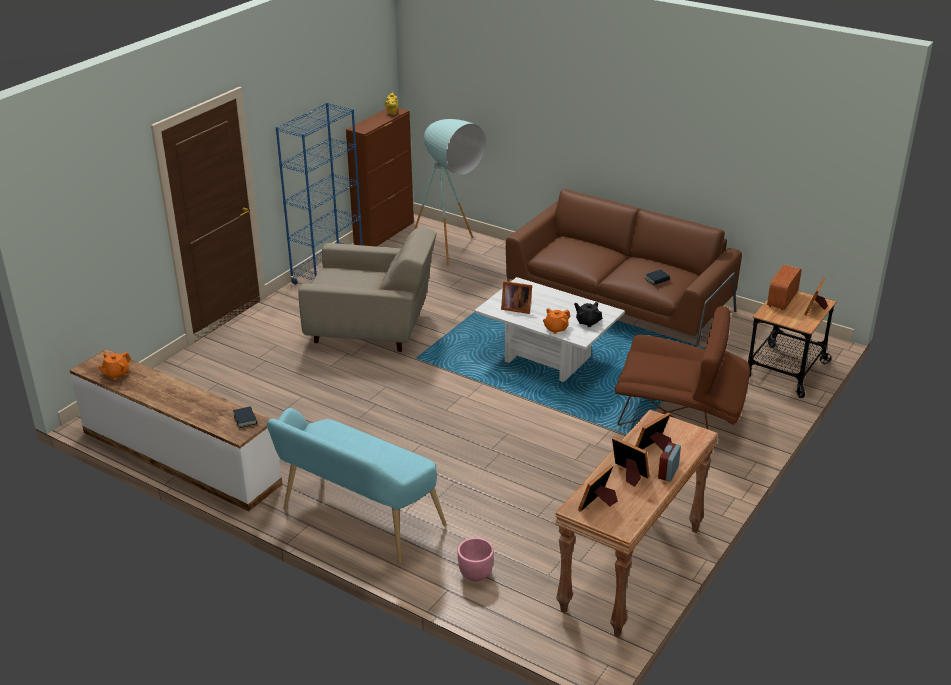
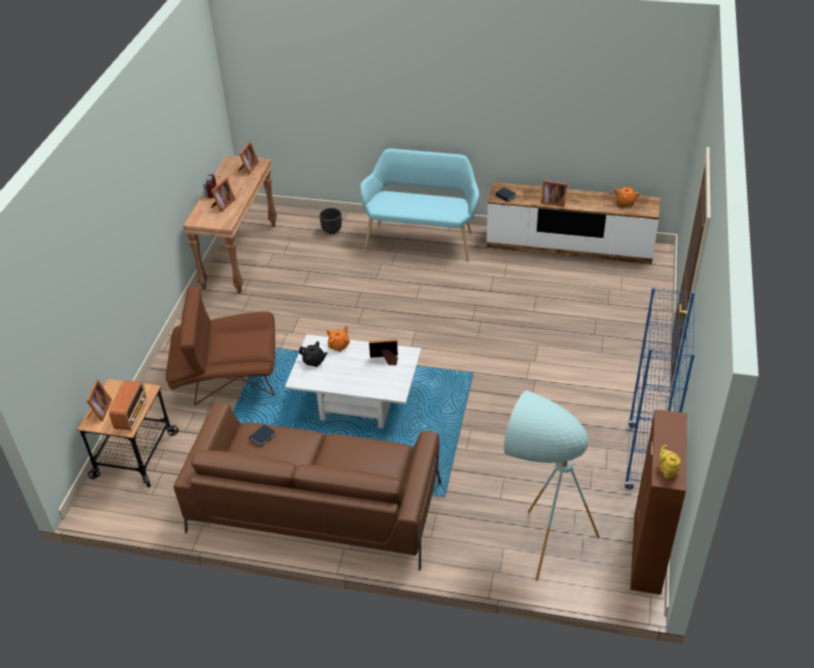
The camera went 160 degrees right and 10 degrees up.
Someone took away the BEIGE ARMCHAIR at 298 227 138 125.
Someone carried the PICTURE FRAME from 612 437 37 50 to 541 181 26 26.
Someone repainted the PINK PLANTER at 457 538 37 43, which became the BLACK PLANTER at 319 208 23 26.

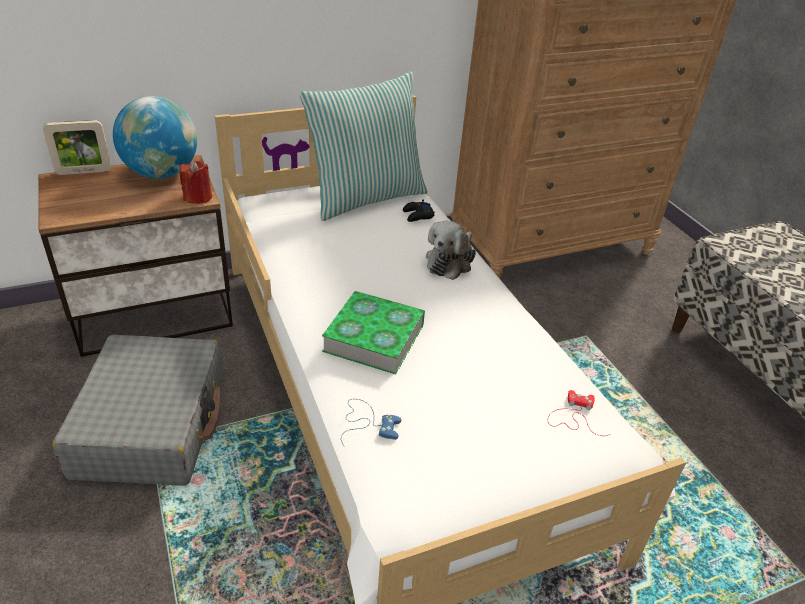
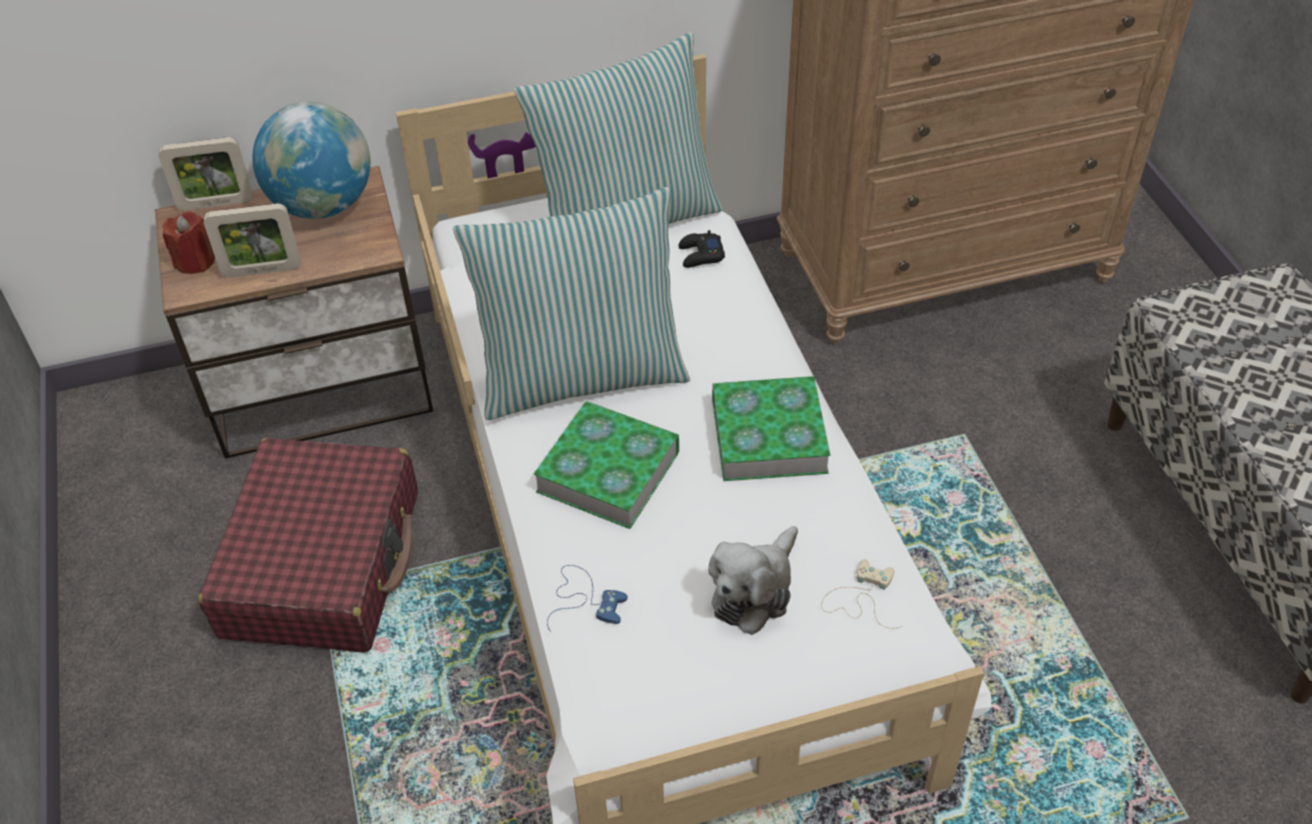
The camera went 10 degrees right and 10 degrees up.
Someone carried the RED CANDLE from 180 160 32 44 to 163 211 52 63.
Someone carried the PLUSH TOY from 426 221 50 59 to 708 526 90 109.
Someone repainted the GREY SUITCASE at 52 334 171 152, which became the RED SUITCASE at 198 438 220 215.
Someone repainted the RED GAME CONTROLLER at 548 390 63 46, which became the BEIGE GAME CONTROLLER at 821 559 81 70.
Someone put down the PILLOW at 453 187 237 233.
Someone put down the PICTURE FRAME at 204 204 97 74.
Someone put down the BOOK at 712 376 119 105.

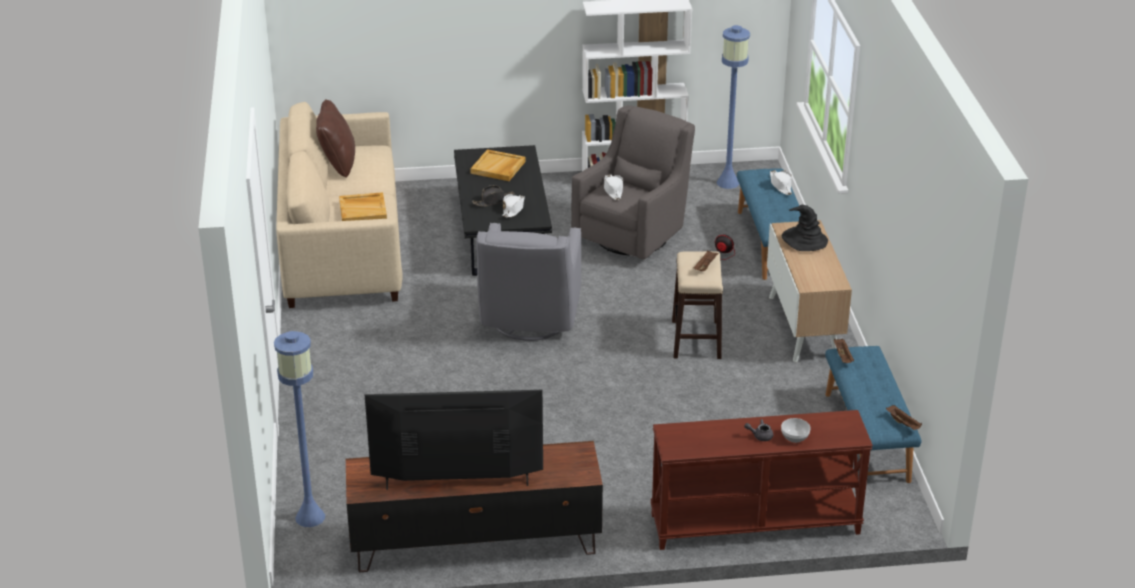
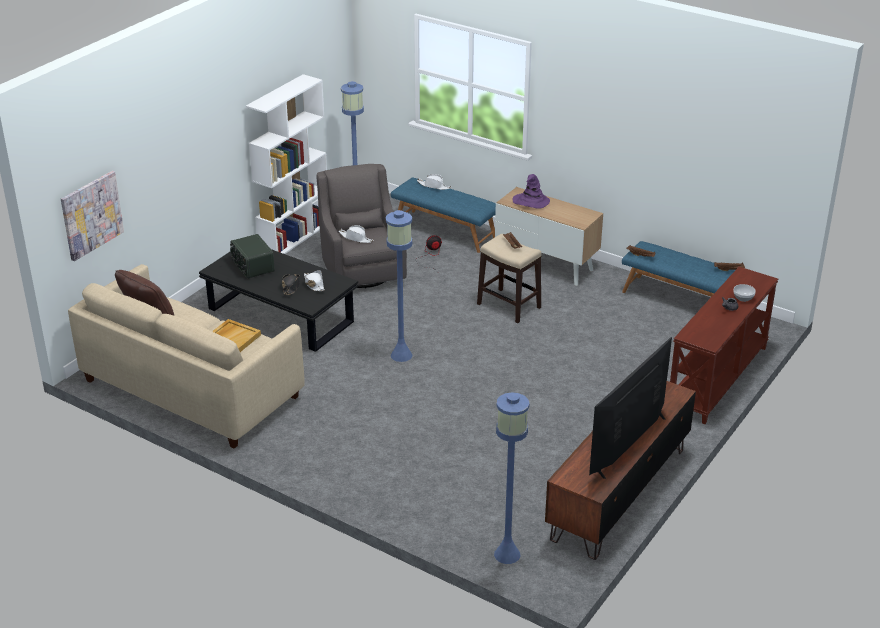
The camera went 50 degrees left and 0 degrees up.
Someone swapped the BEIGE TRAY at 470 149 56 32 for the RADIO at 230 234 45 45.
Someone repainted the BLACK HAT at 782 205 46 46, which became the PURPLE HAT at 513 174 37 35.
Someone swapped the GREY ARMCHAIR at 476 223 105 118 for the BLUE FLOOR LAMP at 386 210 26 152.
Someone put up the PICTURE at 61 171 63 90.

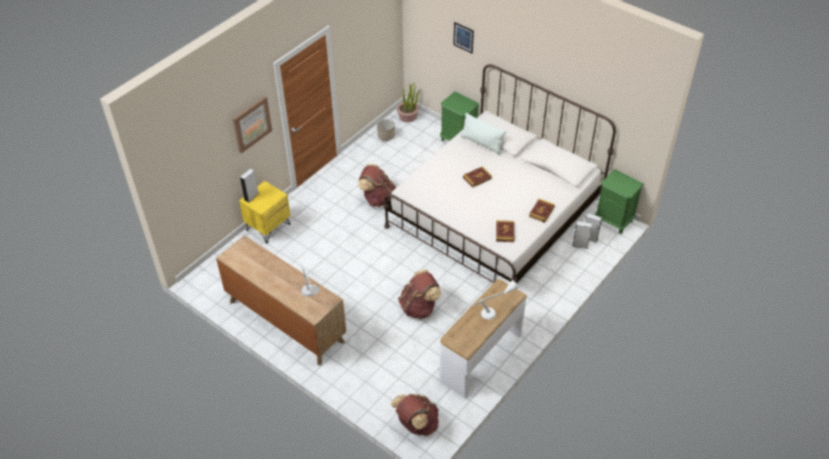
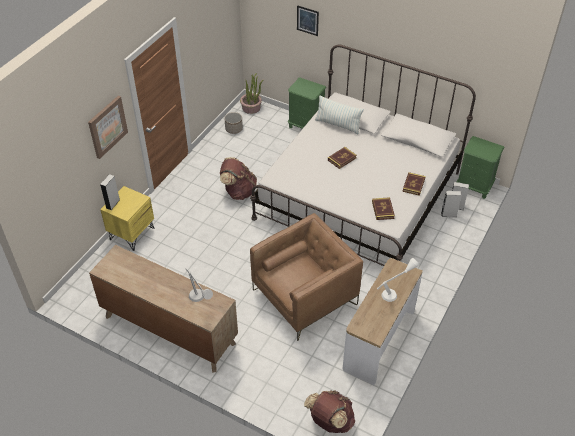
The camera went 10 degrees left and 0 degrees up.
Someone swapped the BROWN BACKPACK at 398 270 43 49 for the BROWN ARMCHAIR at 250 213 113 128.

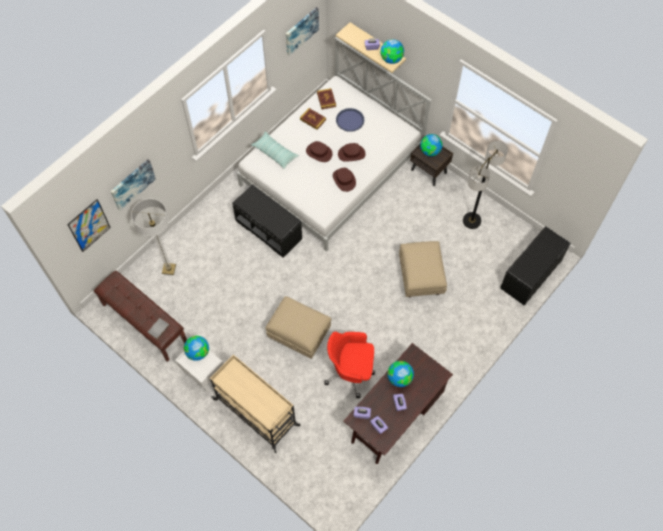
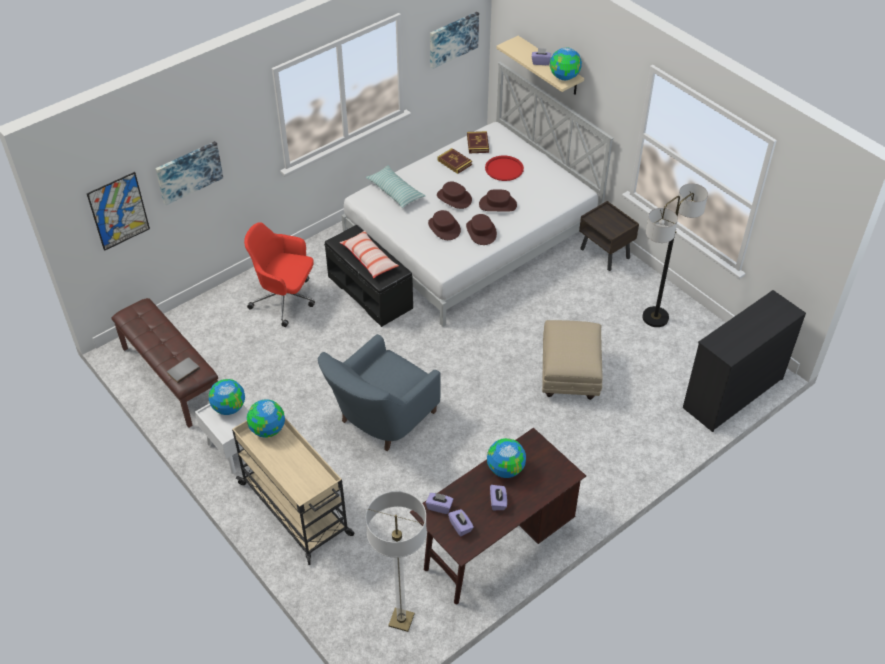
The camera went 10 degrees right and 15 degrees down.
Someone repainted the BLUE TRAY at 336 108 28 24, which became the RED TRAY at 485 156 39 25.
Someone carried the GLOBE from 420 134 23 23 to 247 399 38 39.
Someone carried the FLOOR LAMP from 131 199 45 76 to 365 491 62 141.
Someone swapped the BLACK BENCH at 500 226 70 79 for the BLACK DRESSER at 683 290 123 142.
Someone swapped the BEIGE OTTOMAN at 265 296 66 63 for the BLUE ARMCHAIR at 318 334 123 117.
Someone carried the RED OFFICE CHAIR from 324 332 51 66 to 244 222 71 105.
Someone put down the BROWN HAT at 428 210 33 30.
Someone put down the PILLOW at 339 231 60 47.

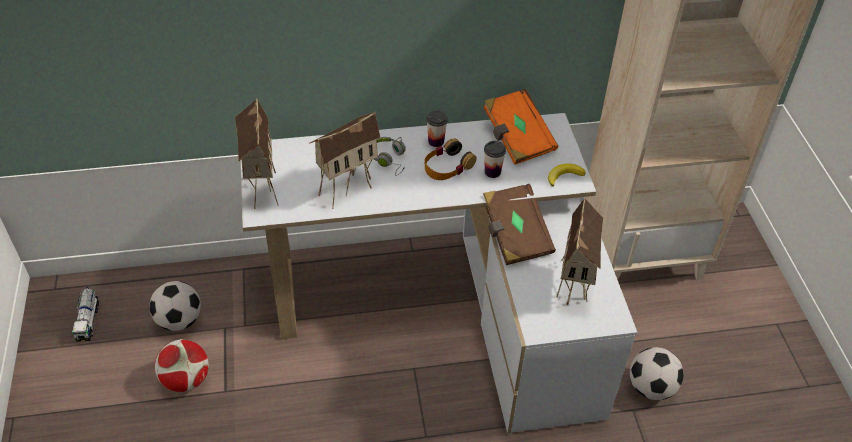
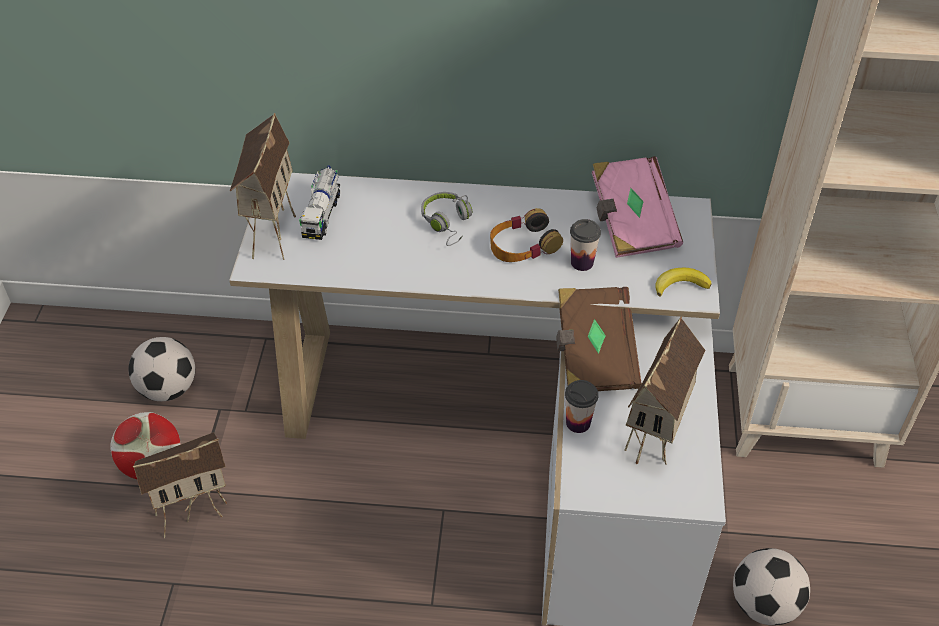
The camera went 15 degrees right and 0 degrees up.
Someone repainted the ORANGE BOOK at 483 89 75 76, which became the PINK BOOK at 592 156 91 102.
Someone carried the CUP from 426 110 22 37 to 565 380 34 53.
Someone carried the TOY HOUSE from 309 112 71 97 to 133 432 94 106.
Someone carried the TOY TRUCK from 72 287 27 55 to 299 165 41 75.

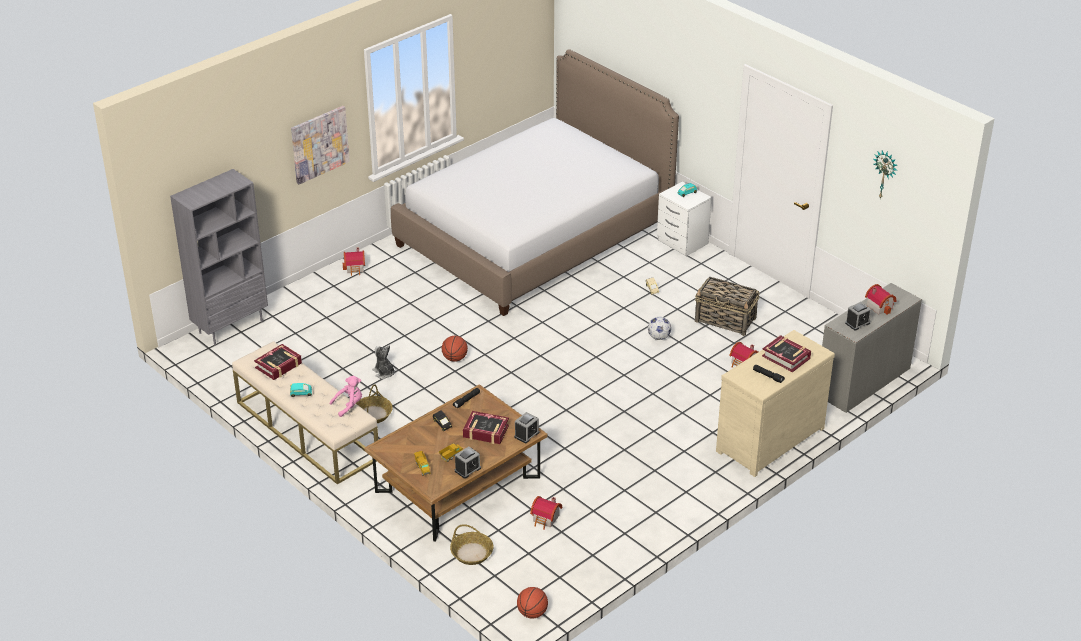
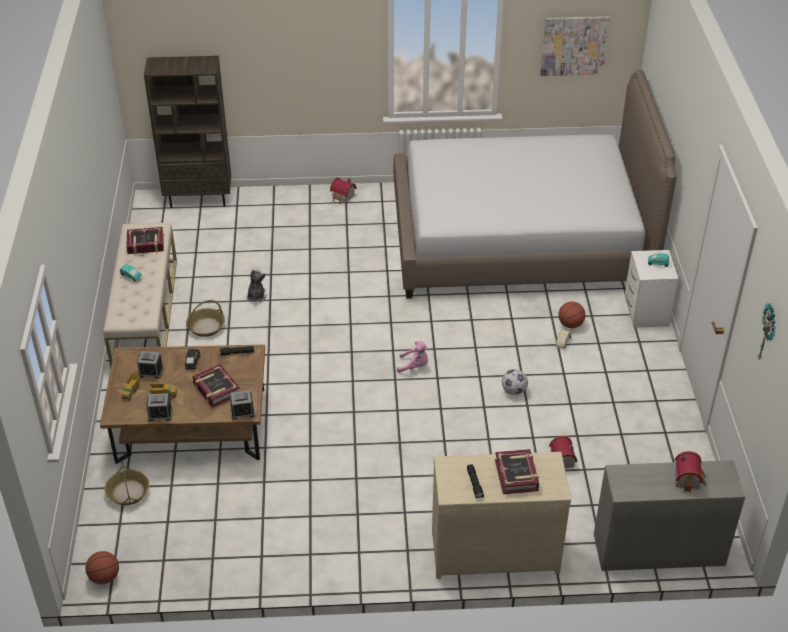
The camera went 40 degrees right and 5 degrees up.
Someone carried the PICTURE from 291 106 59 78 to 540 16 70 60.
Someone repainted the GREY BOOKCASE at 170 169 98 176, which became the BROWN BOOKCASE at 144 56 87 152.
Someone took away the BASKET at 695 277 64 59.
Someone carried the ALARM CLOCK from 845 302 26 28 to 137 351 27 28.
Someone carried the BASKETBALL from 442 336 26 26 to 558 301 27 27.
Someone carried the PINK PLUSH TOY from 330 376 32 41 to 397 341 31 32.
Someone took away the TOY HOUSE at 530 496 32 34.

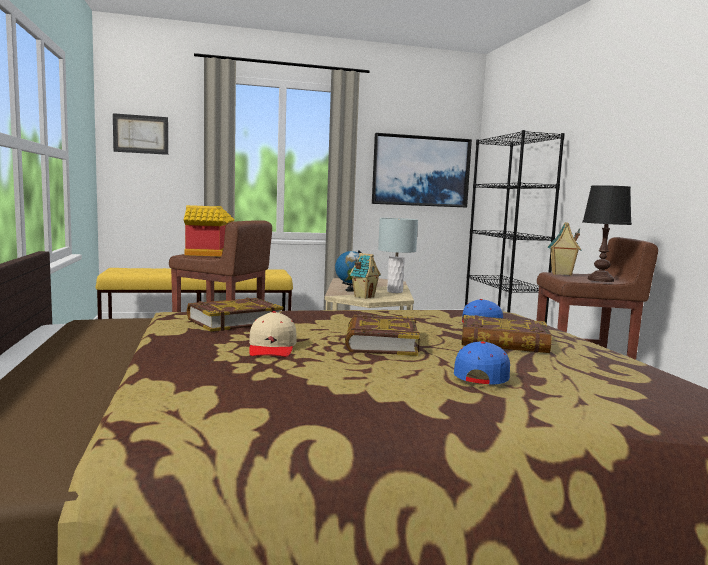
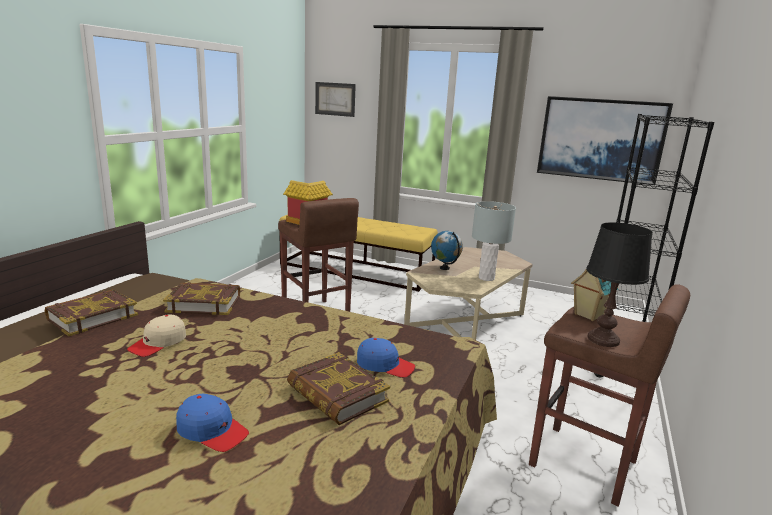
The camera went 35 degrees right and 10 degrees up.
Someone took away the TOY HOUSE at 349 253 32 46.
Someone carried the BOOK from 345 314 75 42 to 45 289 93 47.
Someone rotated the BLUE CAP at 454 341 56 44 by 60 degrees clockwise.

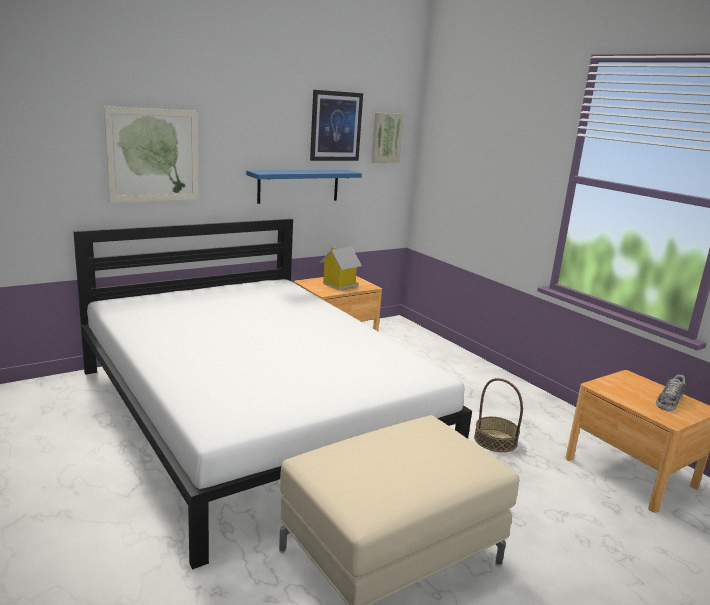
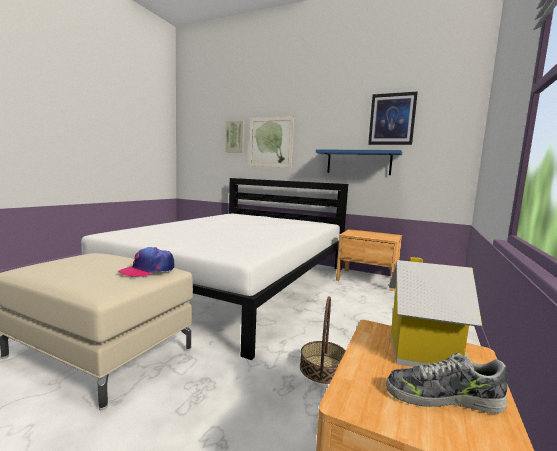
The camera went 60 degrees right and 10 degrees down.
Someone carried the PICTURE from 371 113 33 50 to 225 121 20 31.
Someone carried the TOY HOUSE from 320 246 42 44 to 389 257 93 110.
Someone put down the CAP at 118 247 56 30.

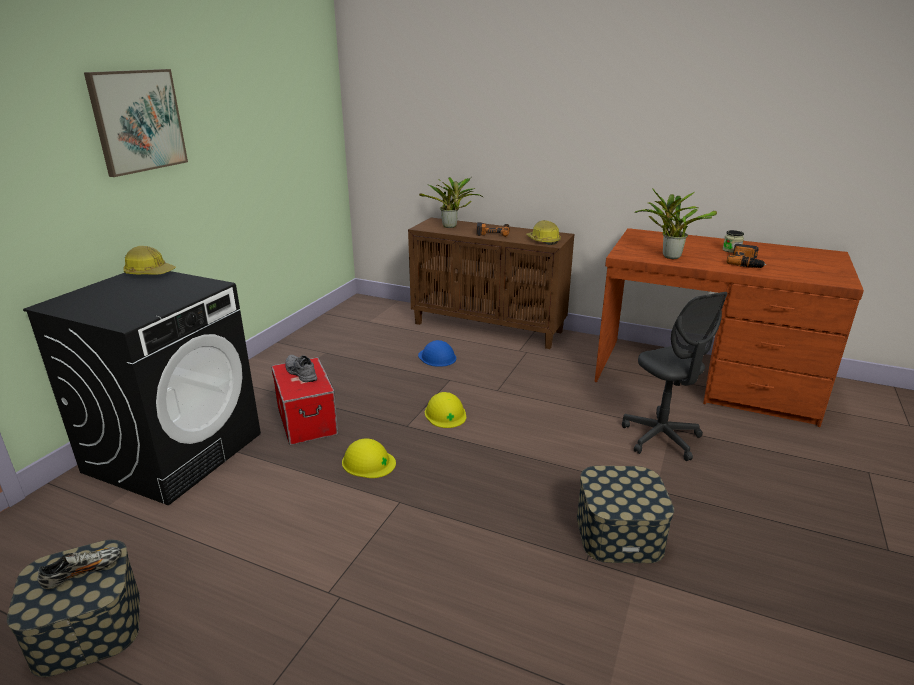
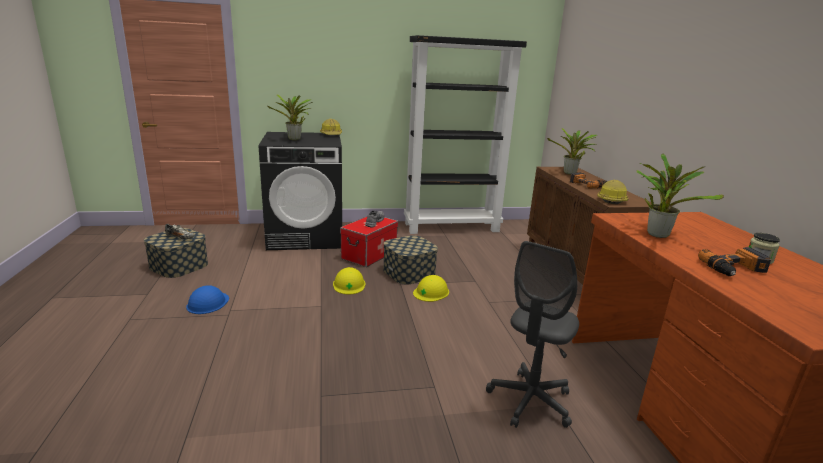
The camera went 55 degrees right and 5 degrees down.
Someone took away the PICTURE at 84 69 104 108.
Someone carried the BLUE HARD HAT from 418 340 38 27 to 186 285 43 29.
Someone carried the STORAGE BOX from 577 466 97 97 to 383 235 55 50.
Someone put down the BLACK BOOKCASE at 404 35 123 199.
Someone put down the POTTED PLANT at 267 95 46 45.

